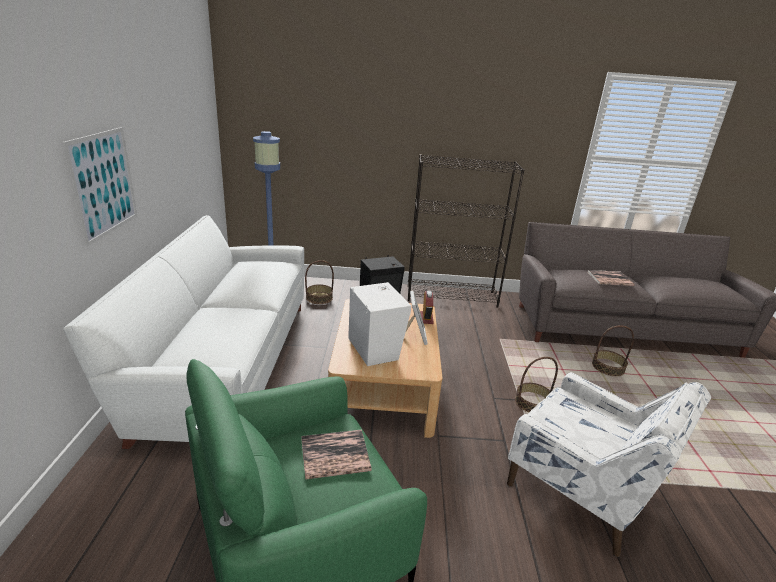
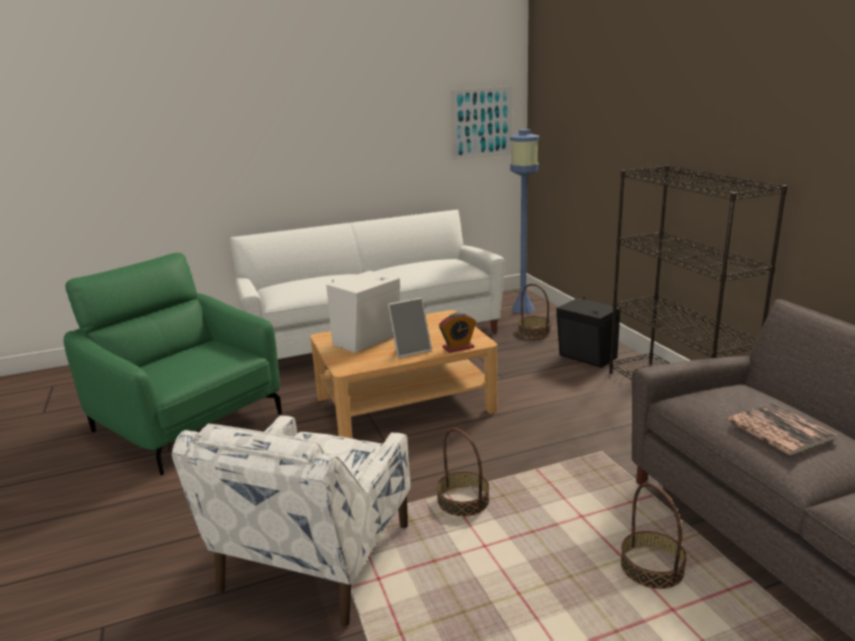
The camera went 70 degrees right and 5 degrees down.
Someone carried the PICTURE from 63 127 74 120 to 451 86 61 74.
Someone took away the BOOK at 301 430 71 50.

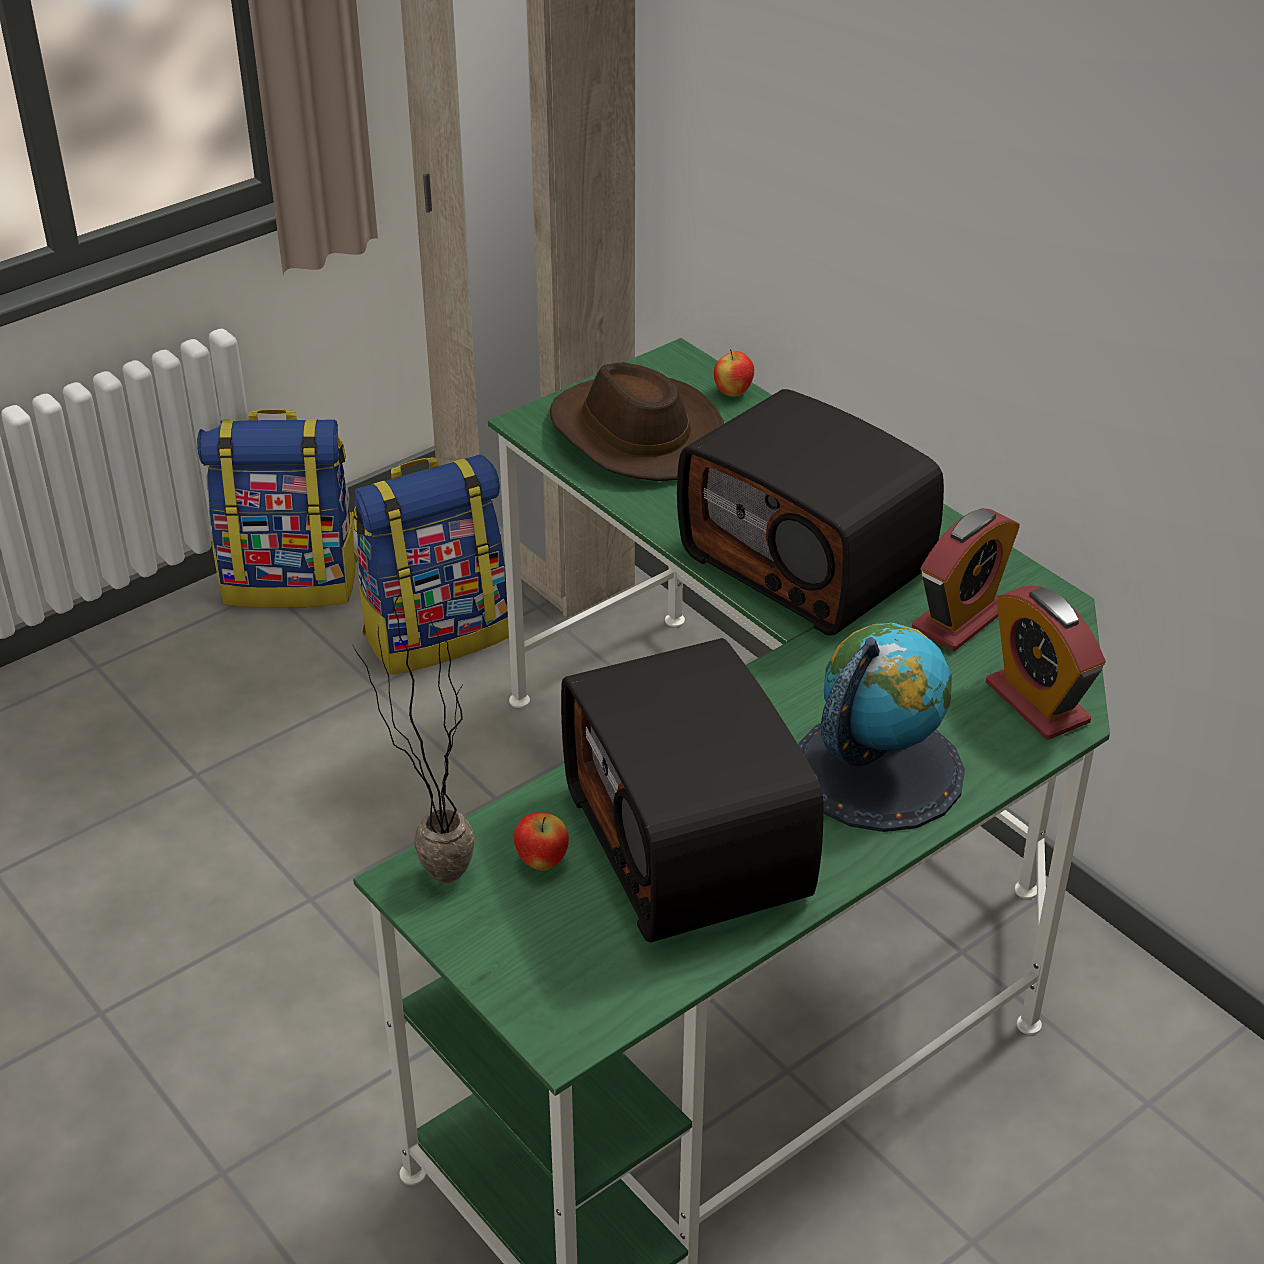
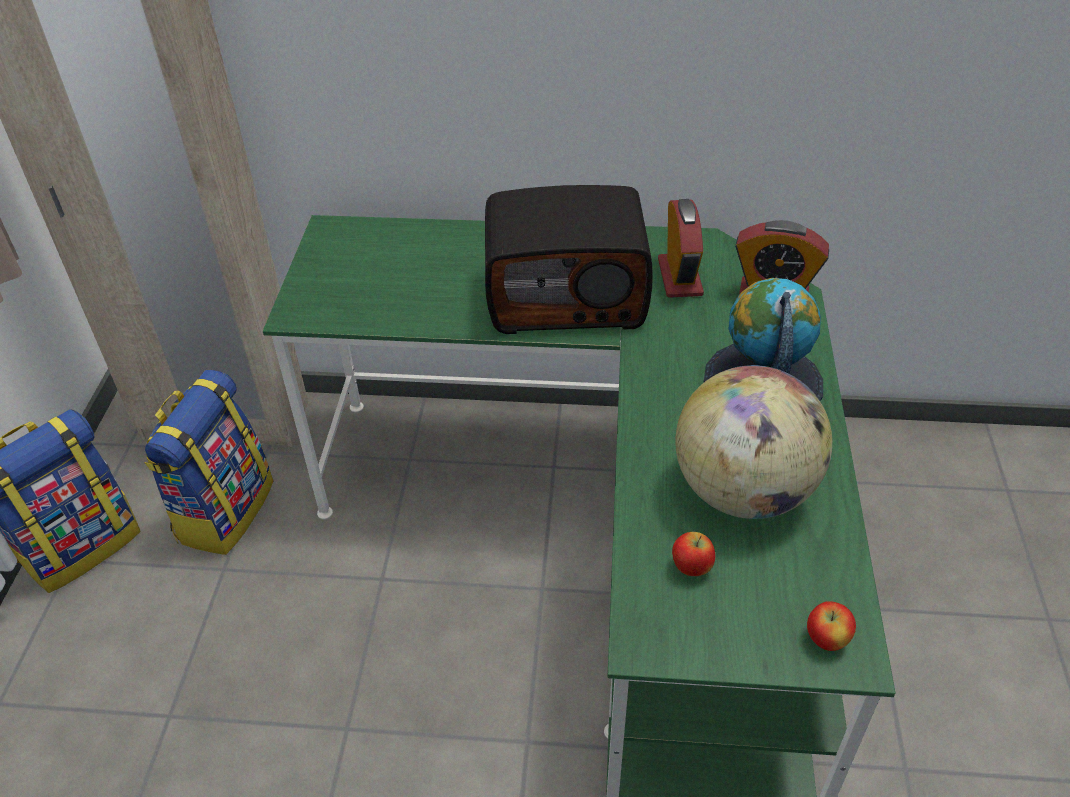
The camera went 45 degrees left and 5 degrees up.
Someone carried the APPLE from 714 349 40 48 to 807 601 49 50.
Someone took away the BROWN HAT at 550 362 174 119.
Someone took away the POTTED PLANT at 352 593 123 290.
Someone swapped the RADIO at 561 638 263 304 for the GLOBE at 675 365 157 154.

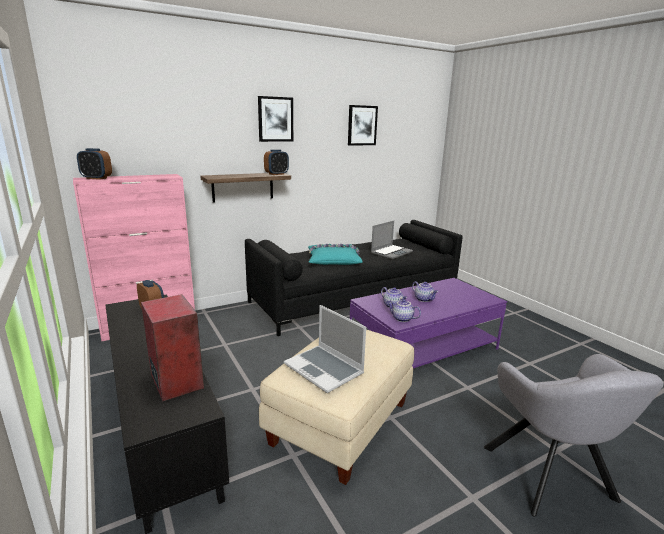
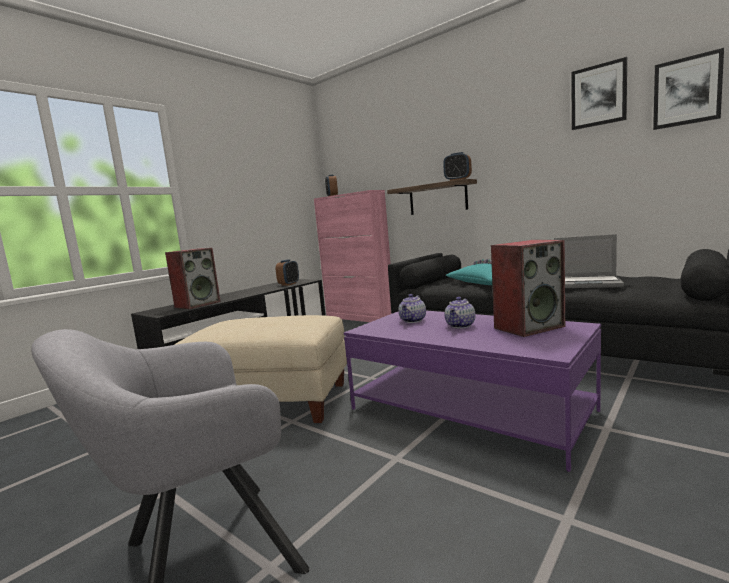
The camera went 70 degrees right and 10 degrees down.
Someone carried the PICTURE from 258 96 35 46 to 653 48 71 82.
Someone took away the TEAPOT at 387 299 34 23.
Someone took away the LAPTOP at 284 305 82 88.
Someone put down the SPEAKER at 491 240 74 97.

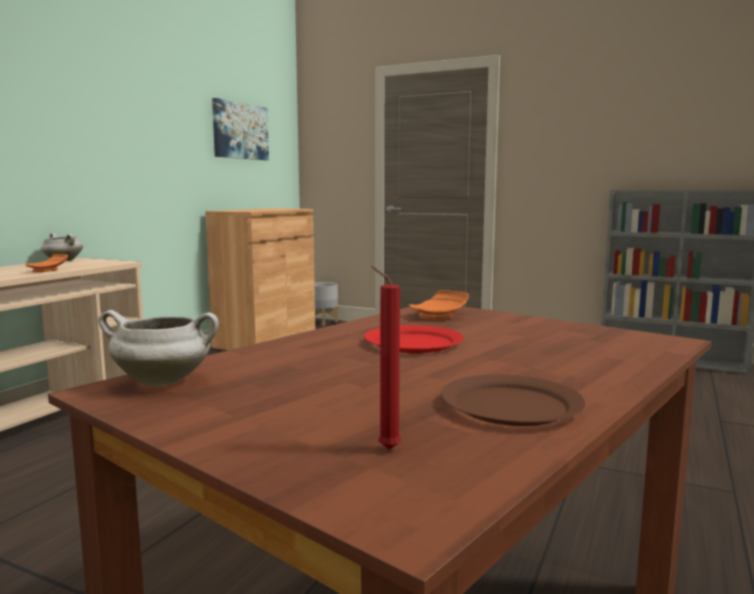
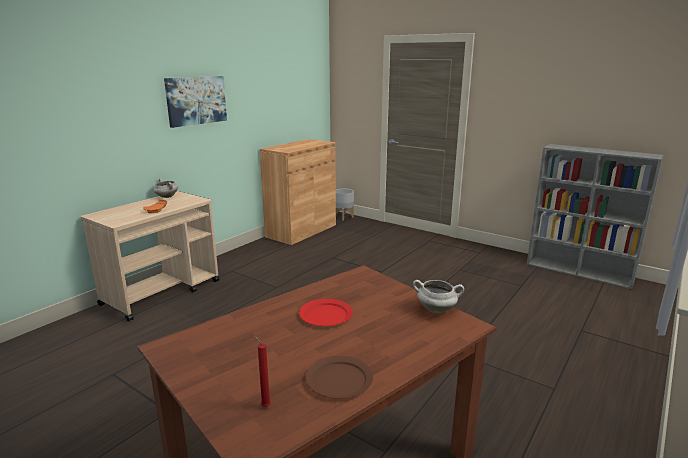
The camera went 10 degrees right and 10 degrees up.
Someone carried the PICTURE from 212 98 57 62 to 164 76 63 52.
Someone took away the ORANGE PLATE at 409 290 60 30.
Someone carried the WHITE COOKING POT from 98 310 121 77 to 413 280 51 33.

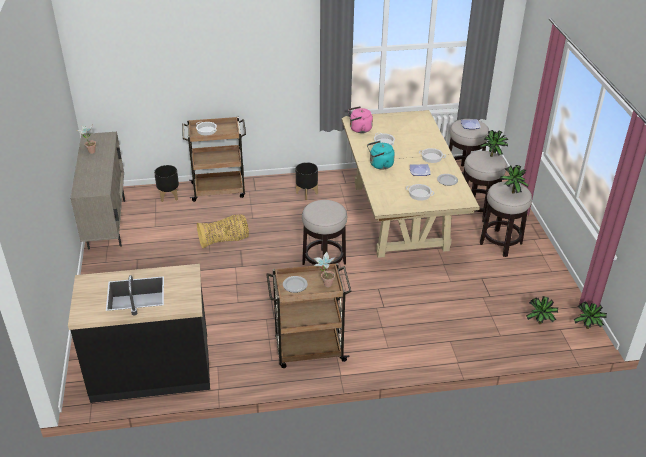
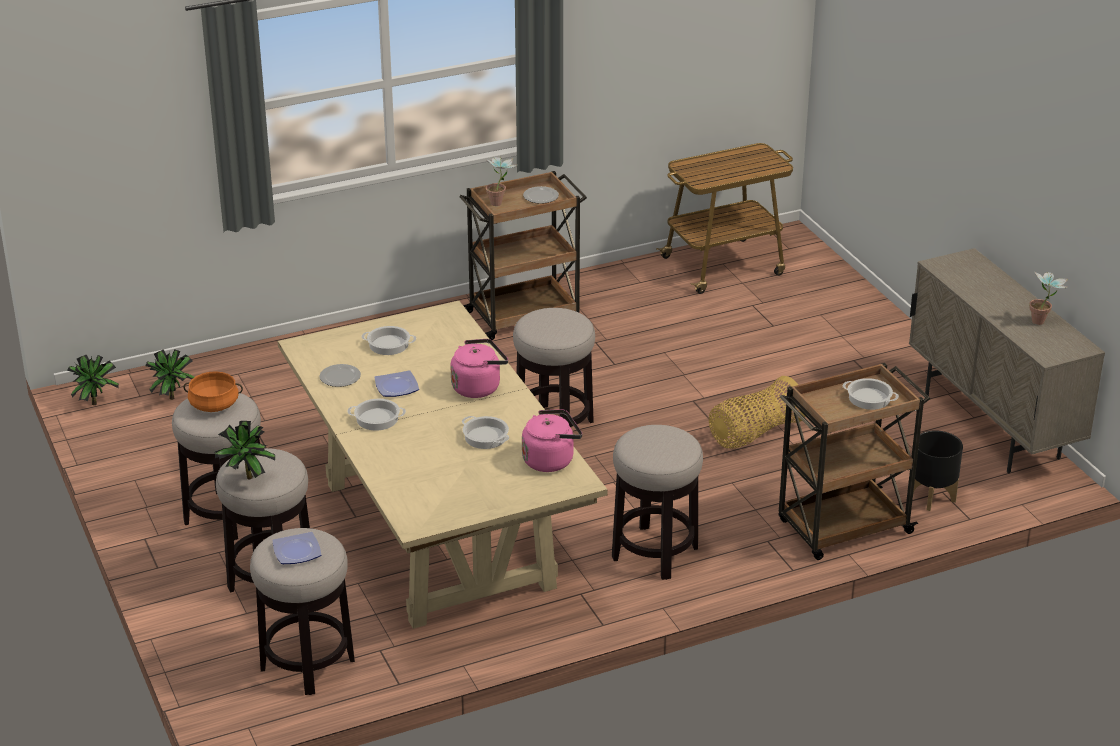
The camera went 165 degrees right and 5 degrees down.
Someone repainted the TURQUOISE KETTLE at 367 141 28 28, which became the PINK KETTLE at 450 339 58 59.
Someone swapped the BLACK PLANTER at 296 162 22 38 for the STOOL at 612 425 91 155.
Someone swapped the POTTED PLANT at 500 165 28 29 for the ORANGE COOKING POT at 183 371 60 41.
Someone swapped the BLACK COUNTER at 68 264 142 139 for the CART at 656 143 137 151.

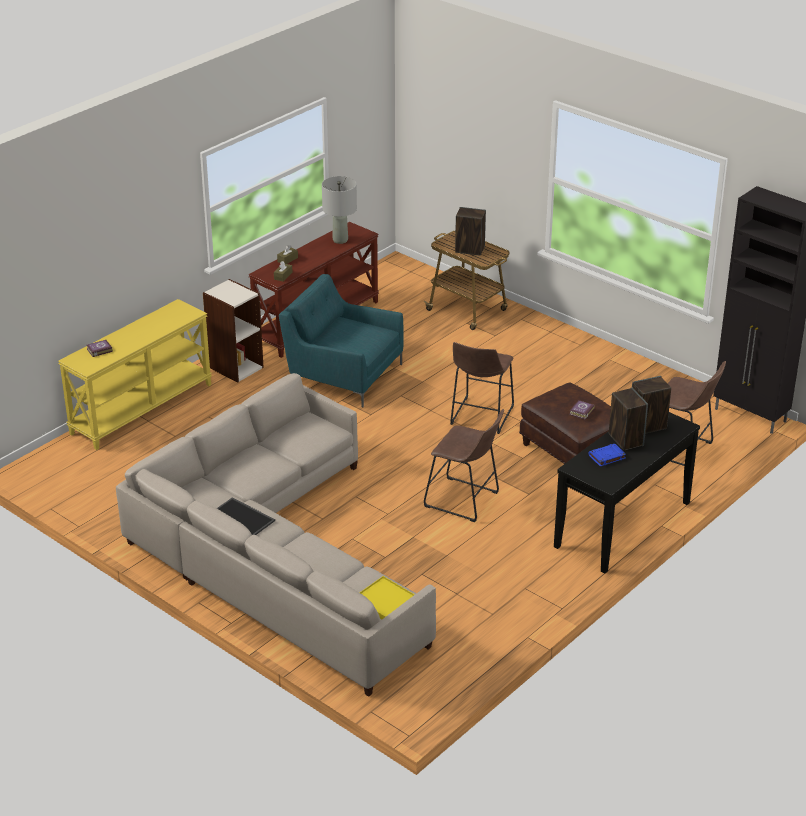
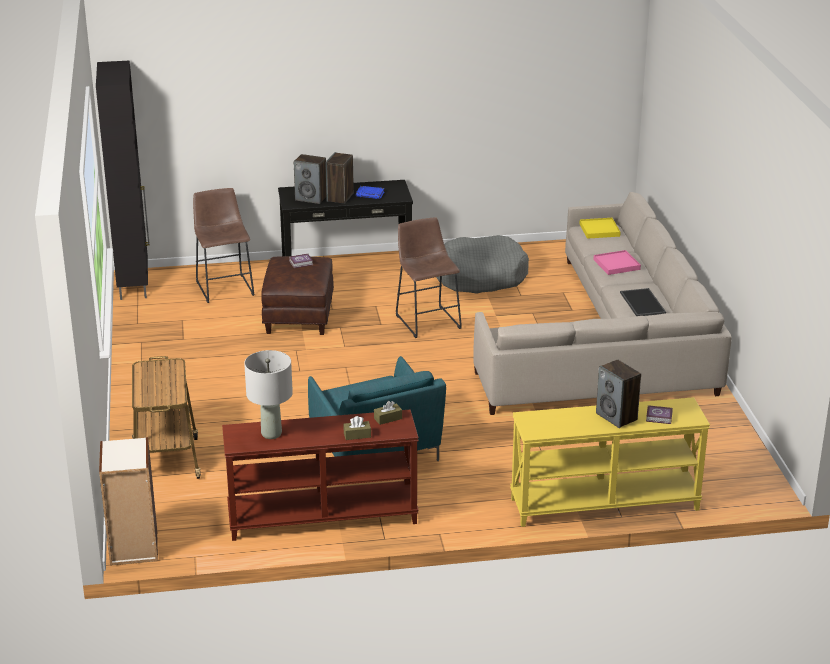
The camera went 140 degrees left and 5 degrees down.
Someone carried the SPEAKER from 455 207 31 49 to 596 360 45 68.
Someone carried the BOOKCASE from 203 279 61 104 to 99 437 59 129.
Someone took away the BROWN STOOL at 450 342 64 92.
Someone put down the GREY DOG BED at 436 235 93 59.
Someone put down the PINK TRAY at 594 250 47 25.

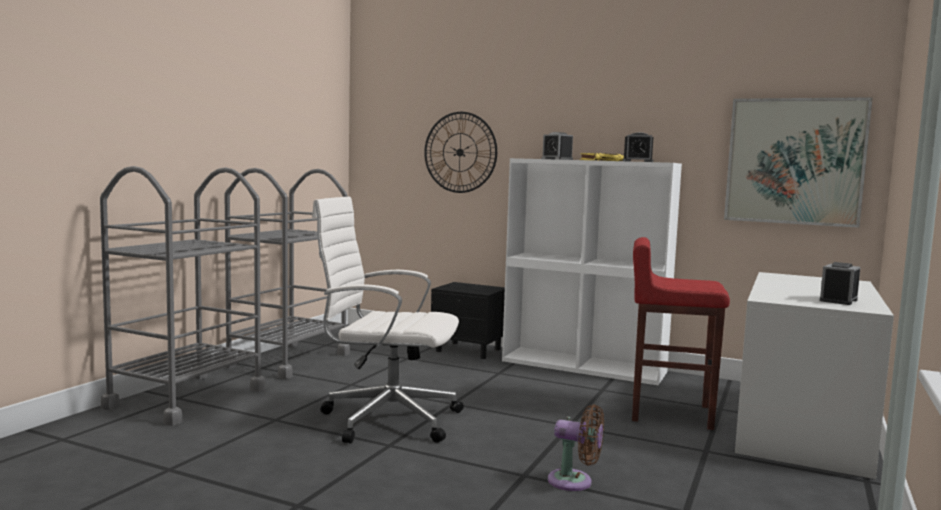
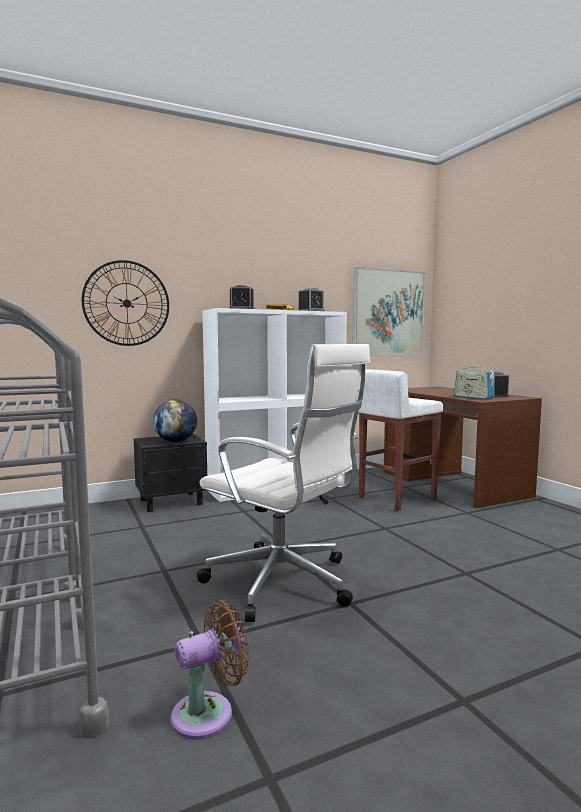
The camera went 50 degrees left and 0 degrees up.
Someone rotated the WHITE OFFICE CHAIR at 312 196 152 248 by 105 degrees counterclockwise.
Someone repainted the RED STOOL at 632 237 98 193, which became the WHITE STOOL at 359 369 84 142.
Someone repainted the WHITE DESK at 735 272 159 207, which became the BROWN DESK at 384 387 158 121.
Someone carried the BROWN FAN from 548 404 56 87 to 171 600 79 140.
Someone put down the RADIO at 454 363 40 36.
Someone put down the GLOBE at 153 399 44 43.

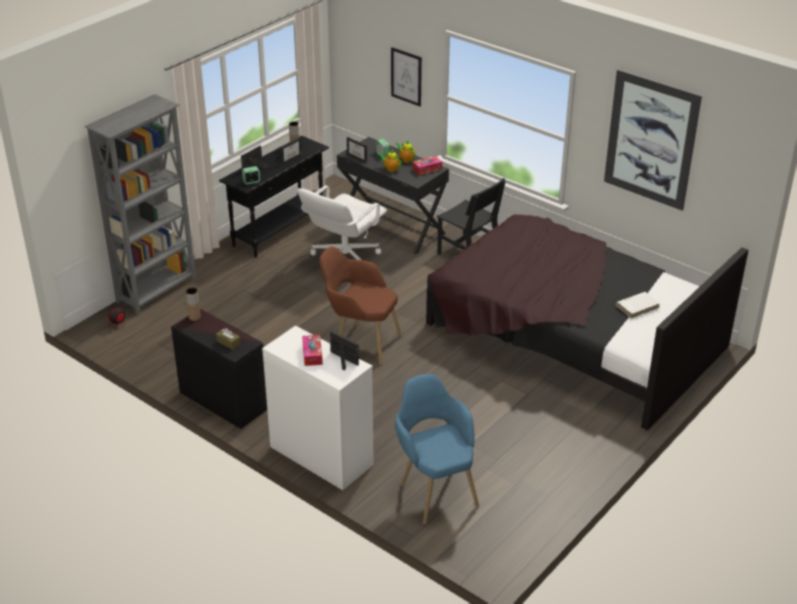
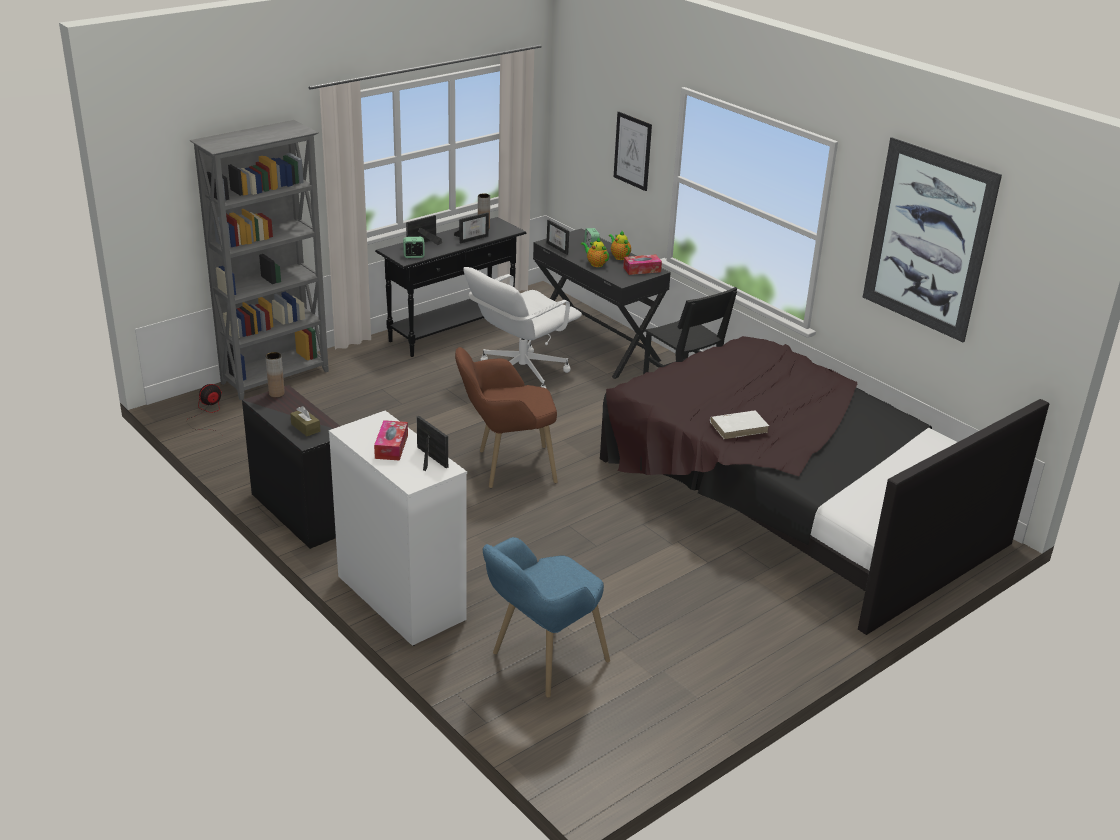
The camera went 10 degrees right and 5 degrees down.
Someone rotated the BROWN ARMCHAIR at 319 246 83 119 by 45 degrees counterclockwise.
Someone carried the WHITE BOOK from 616 292 44 27 to 710 410 59 29.
Someone rotated the BLUE ARMCHAIR at 395 374 84 150 by 120 degrees counterclockwise.

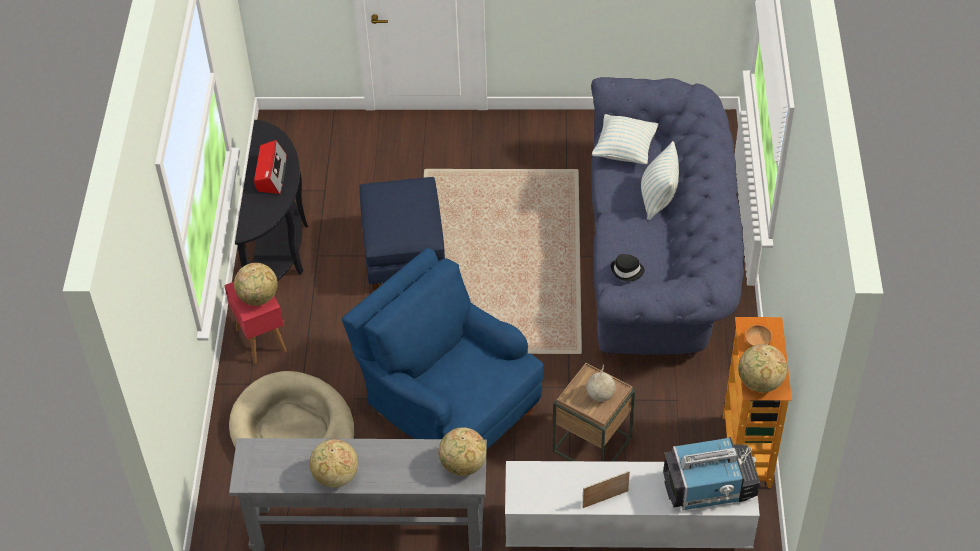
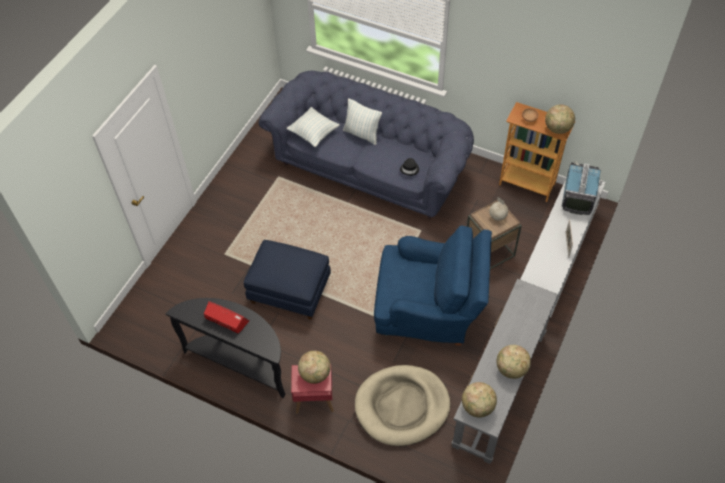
The camera went 65 degrees left and 5 degrees up.
Someone rotated the BLUE ARMCHAIR at 342 248 202 201 by 150 degrees counterclockwise.
Someone carried the GLOBE from 439 428 48 48 to 462 382 35 35.

